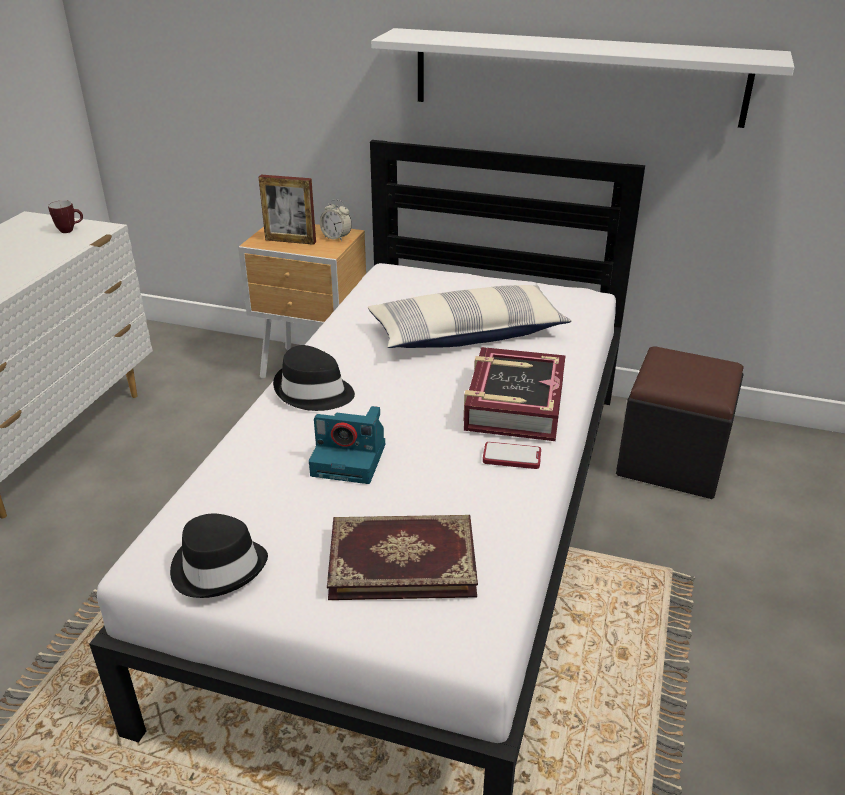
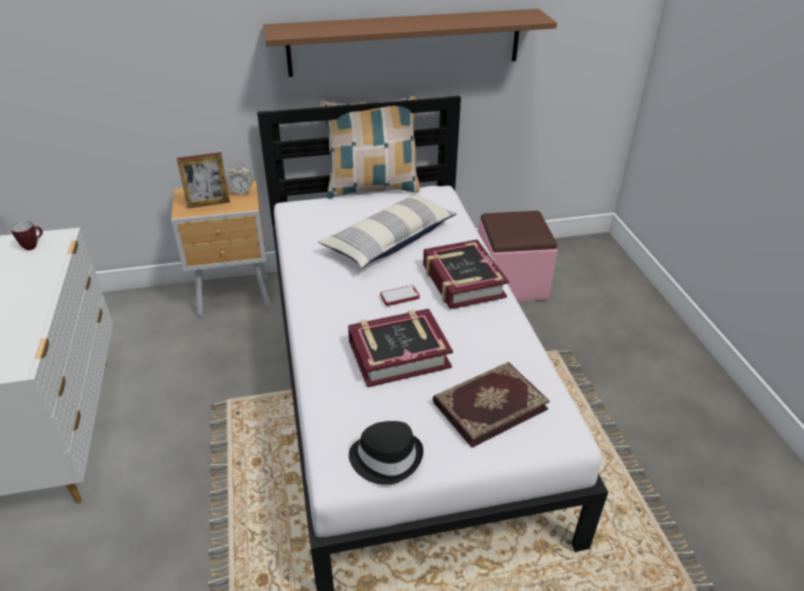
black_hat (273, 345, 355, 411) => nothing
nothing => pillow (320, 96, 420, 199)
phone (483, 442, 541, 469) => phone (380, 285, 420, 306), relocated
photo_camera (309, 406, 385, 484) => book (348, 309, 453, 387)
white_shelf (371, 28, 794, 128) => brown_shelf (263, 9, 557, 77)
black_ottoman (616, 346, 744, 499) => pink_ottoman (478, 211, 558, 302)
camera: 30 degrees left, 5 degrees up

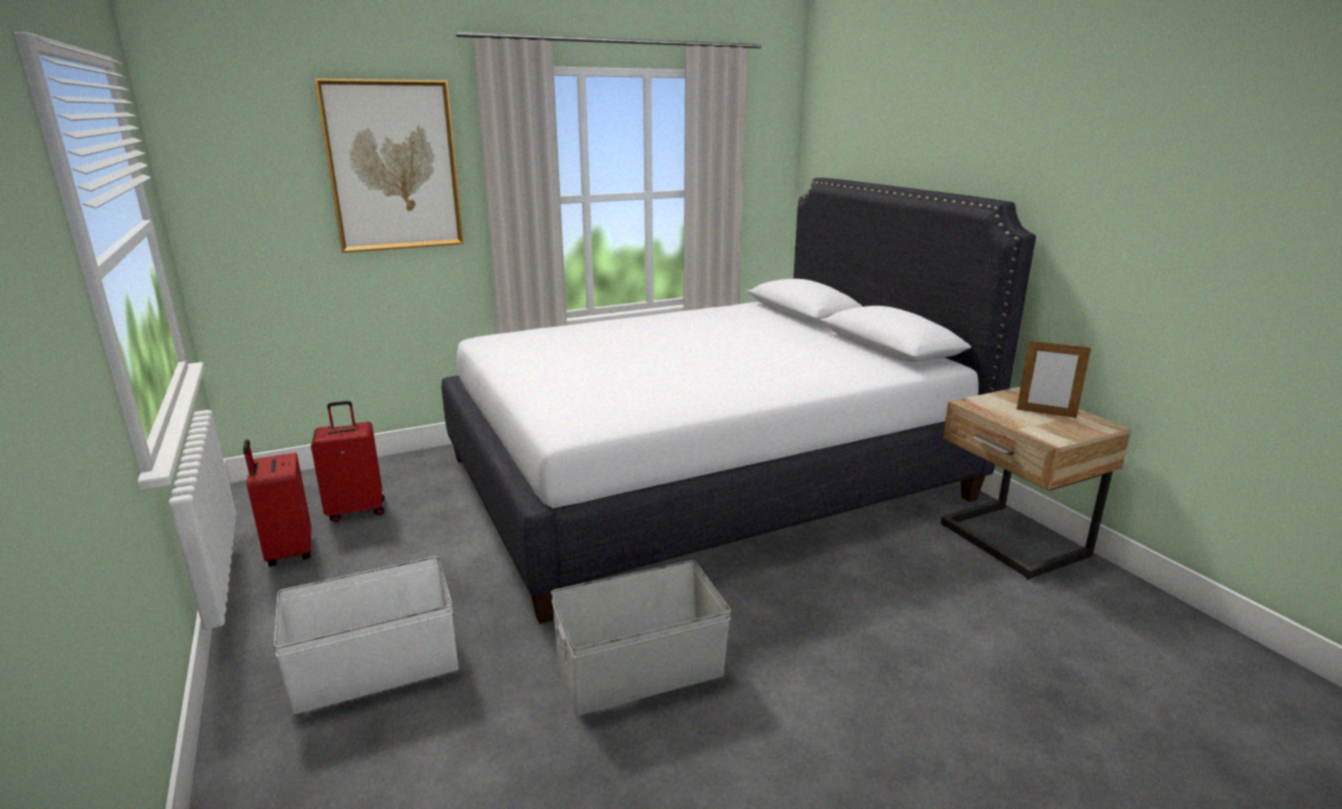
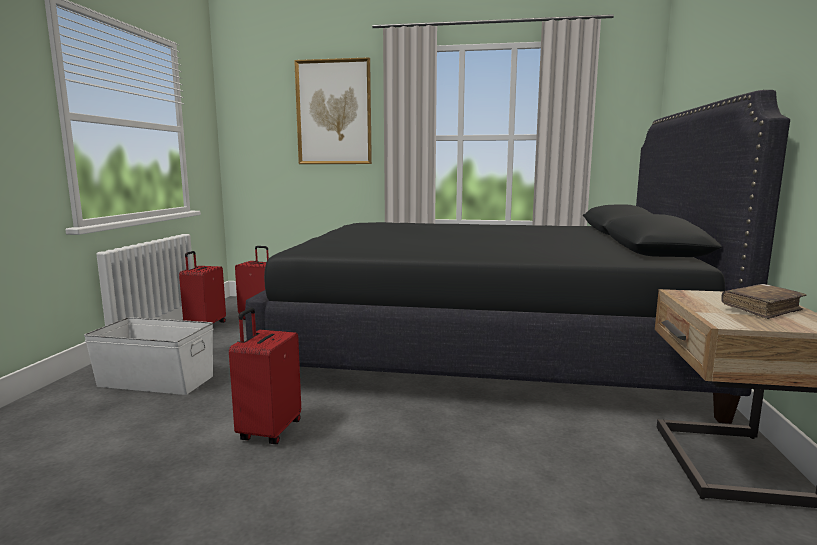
grey_storage_box (551, 560, 731, 716) => red_suitcase (229, 308, 301, 444)
picture_frame (1017, 339, 1091, 418) => brown_book (721, 284, 806, 319)
white_bed (442, 178, 1036, 624) => black_bed (245, 90, 790, 424)
camera: 35 degrees right, 10 degrees down

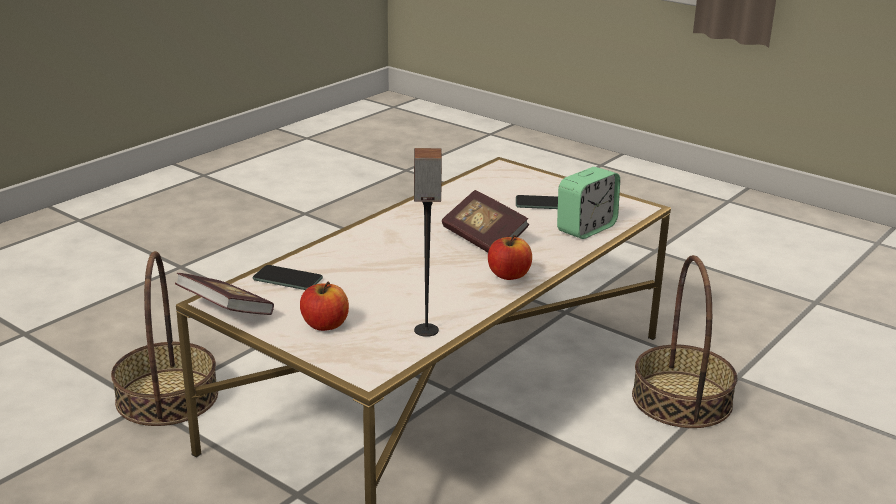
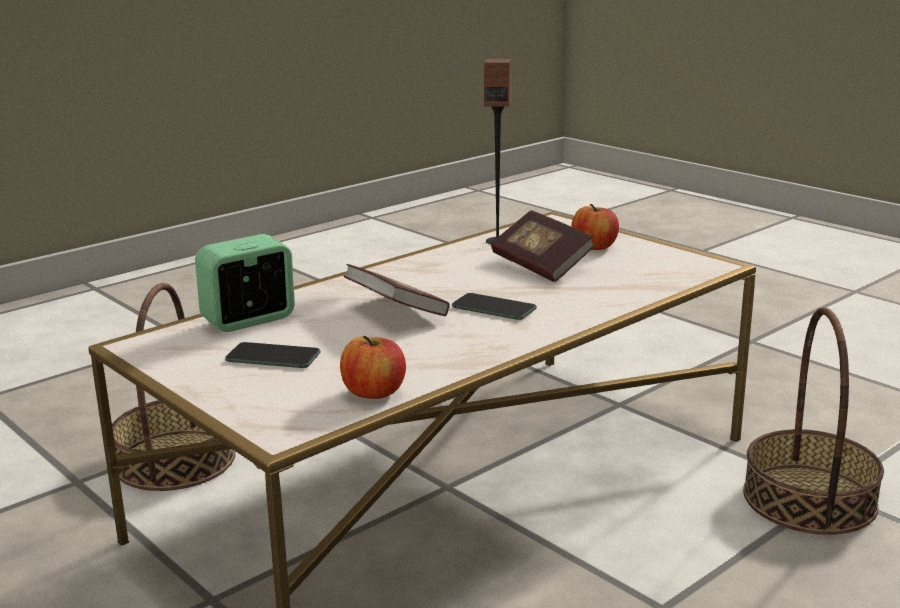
book (175, 273, 274, 315) => book (491, 210, 595, 282), relocated
phone (253, 265, 323, 290) => phone (452, 293, 537, 320), relocated
apple (488, 235, 532, 280) => apple (340, 336, 406, 399), relocated
camera: 170 degrees left, 5 degrees down

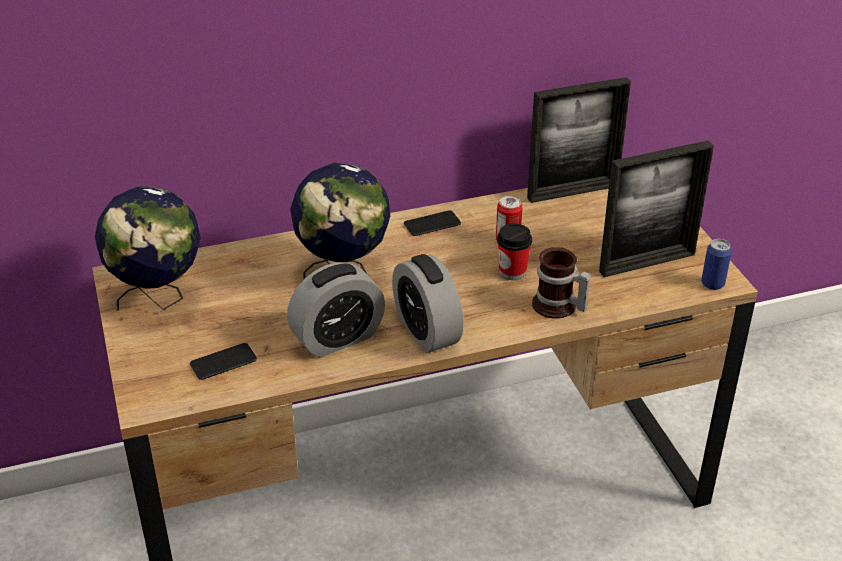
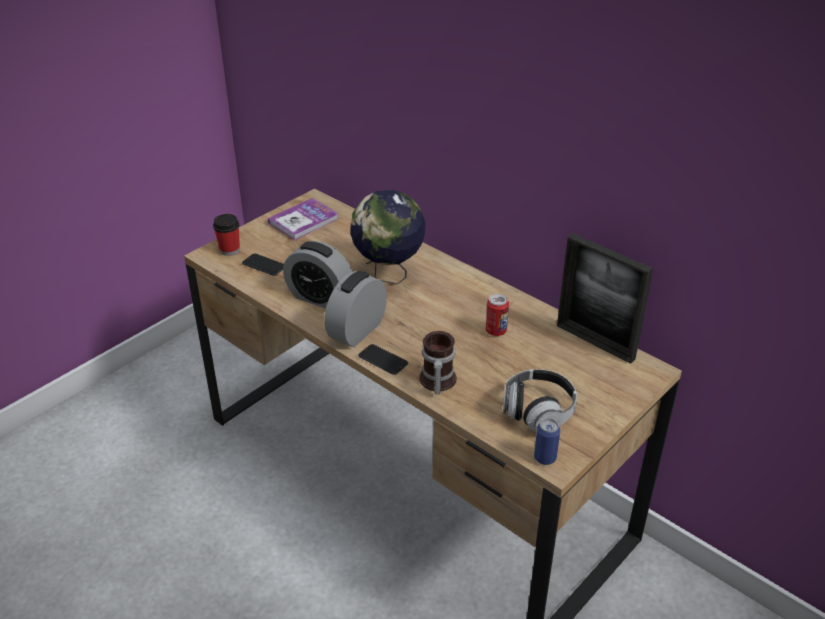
phone (404, 210, 461, 236) => phone (358, 344, 408, 375), relocated
cup (497, 224, 532, 280) => cup (213, 214, 240, 256), relocated
globe (95, 186, 201, 311) => book (268, 198, 339, 240)
picture_frame (599, 140, 714, 277) => headphones (503, 369, 577, 431)
camera: 60 degrees right, 0 degrees up

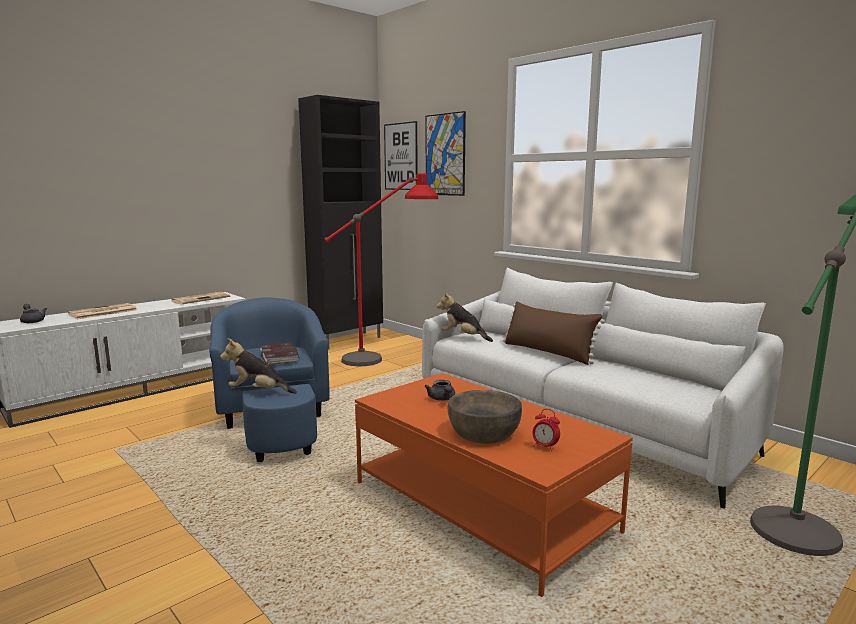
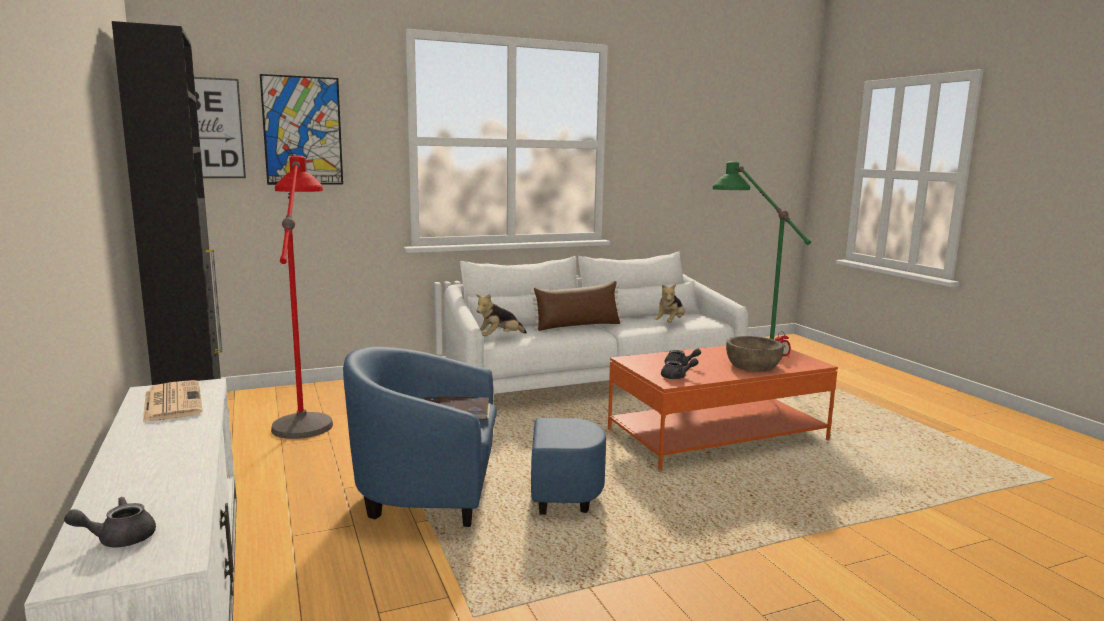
newspaper (68, 303, 137, 319) => nothing
nothing => grey_teapot (661, 358, 699, 379)
plush_toy (220, 338, 297, 394) => plush_toy (654, 284, 685, 323), relocated
camera: 70 degrees left, 0 degrees up

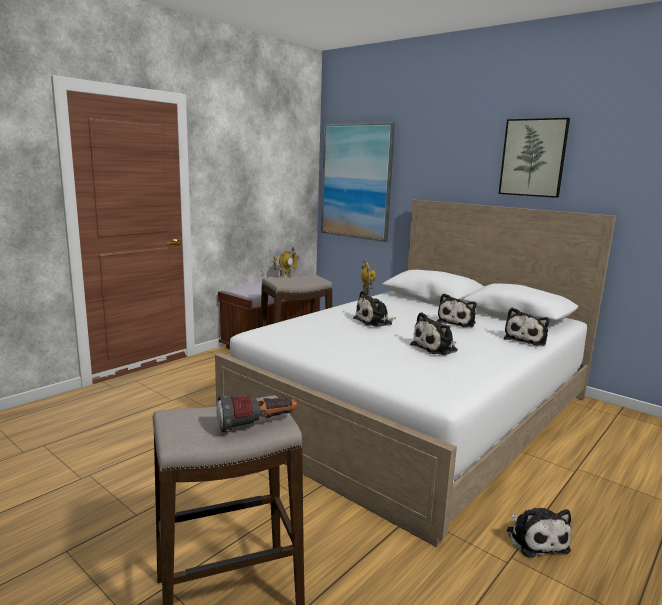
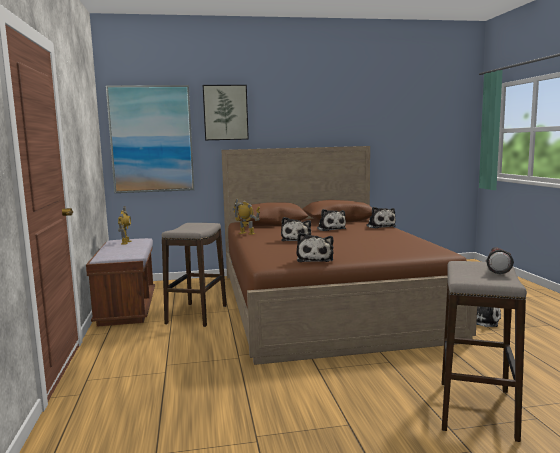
plush_toy (410, 312, 458, 355) => plush_toy (296, 233, 333, 262), relocated
picture (499, 118, 570, 198) => picture (203, 85, 249, 140), relocated
white_bed (215, 200, 616, 547) => brown_bed (221, 146, 477, 365)
camera: 50 degrees left, 5 degrees down

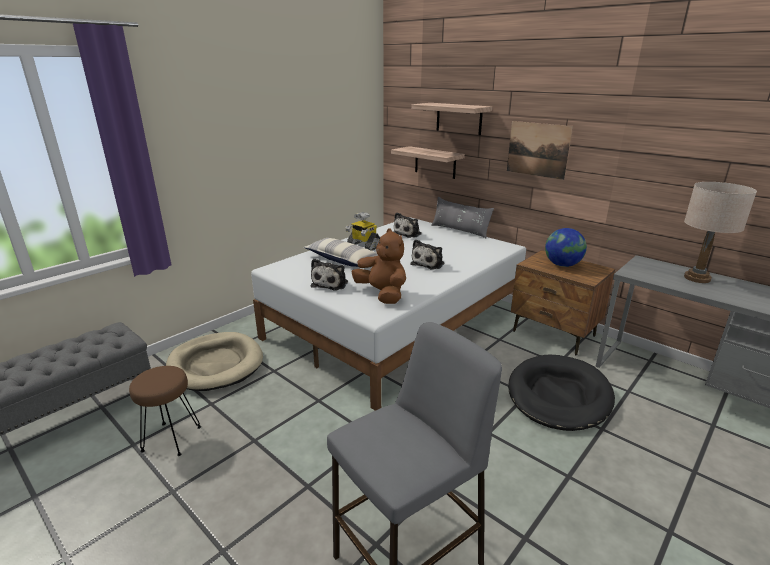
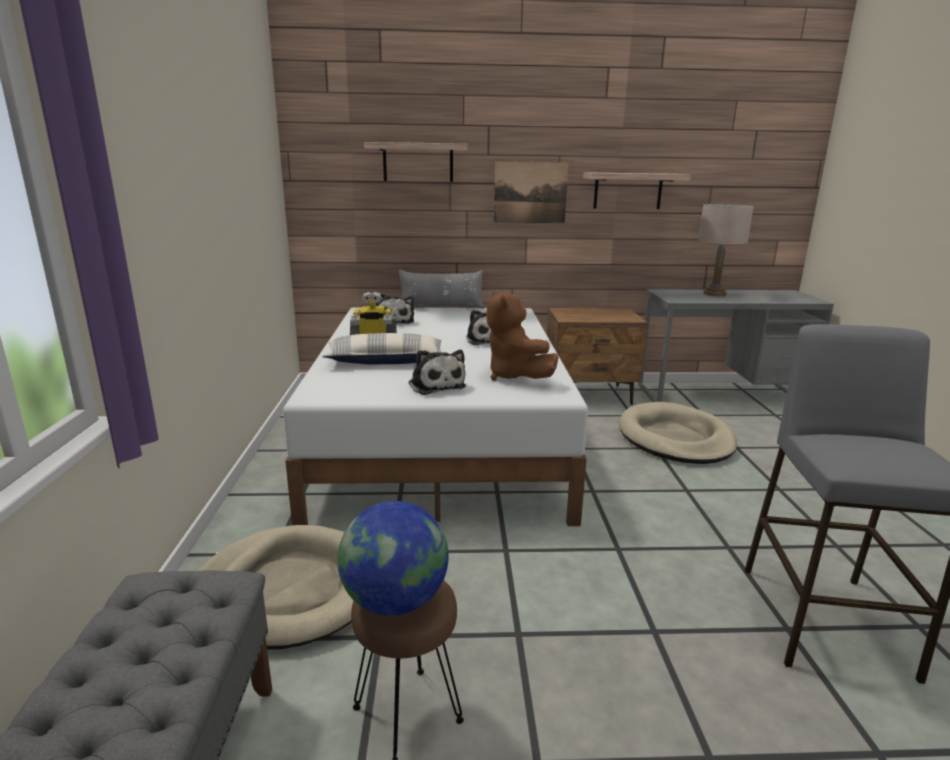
shelf (391, 146, 465, 179) => shelf (583, 172, 691, 209), relocated
globe (545, 228, 587, 267) => globe (337, 501, 449, 616), relocated
black_dog_bed (508, 355, 615, 431) => beige_dog_bed (619, 402, 737, 464)
brown_plush_toy (351, 228, 406, 304) => brown_plush_toy (486, 290, 559, 381), 120 degrees counterclockwise
camera: 45 degrees left, 5 degrees down

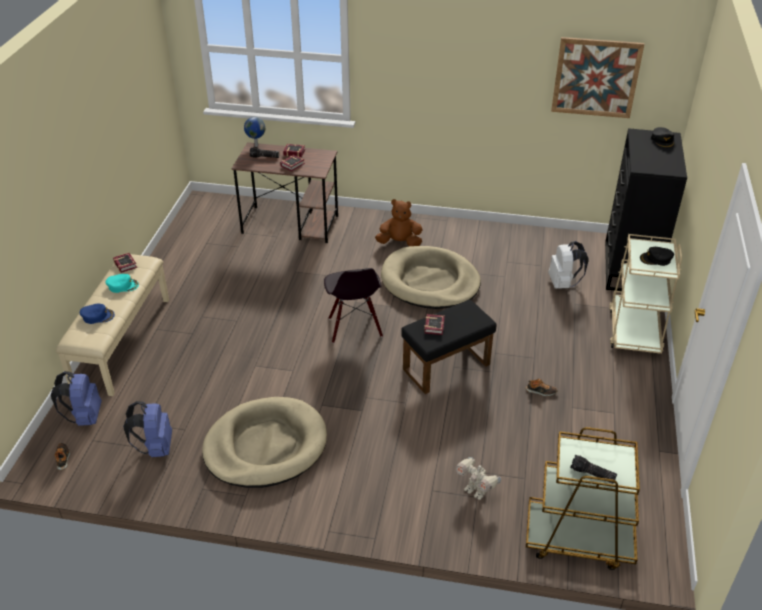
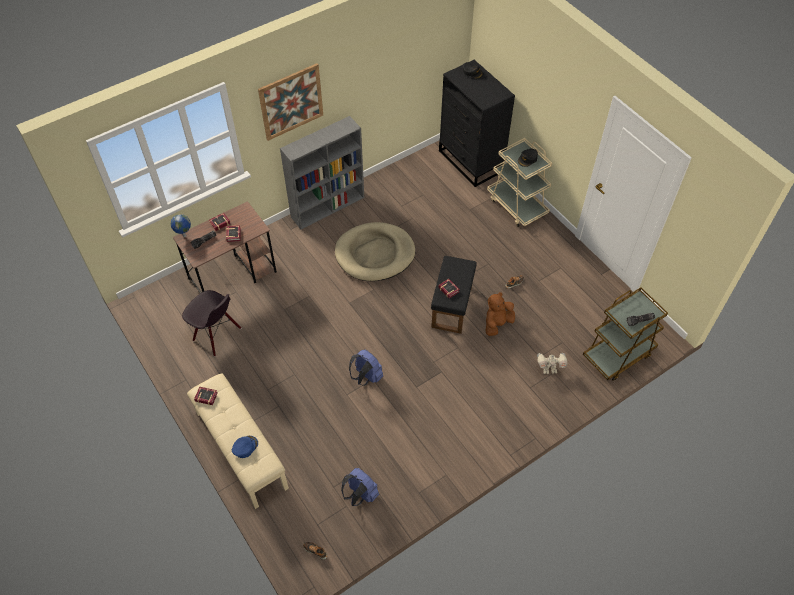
turquoise_cap (105, 274, 139, 293) => nothing
beige_dog_bed (202, 397, 327, 488) => nothing
white_backpack (548, 241, 589, 289) => nothing
nothing => grey_bookcase (280, 116, 364, 229)
blue_backpack (51, 371, 102, 426) => blue_backpack (349, 349, 383, 386), relocated
black_chair (324, 268, 383, 343) => black_chair (182, 290, 241, 356), relocated
brown_plush_toy (375, 199, 423, 246) => brown_plush_toy (486, 292, 515, 336), relocated
picture (551, 37, 644, 118) => picture (258, 63, 323, 141), relocated
camera: 45 degrees left, 15 degrees up

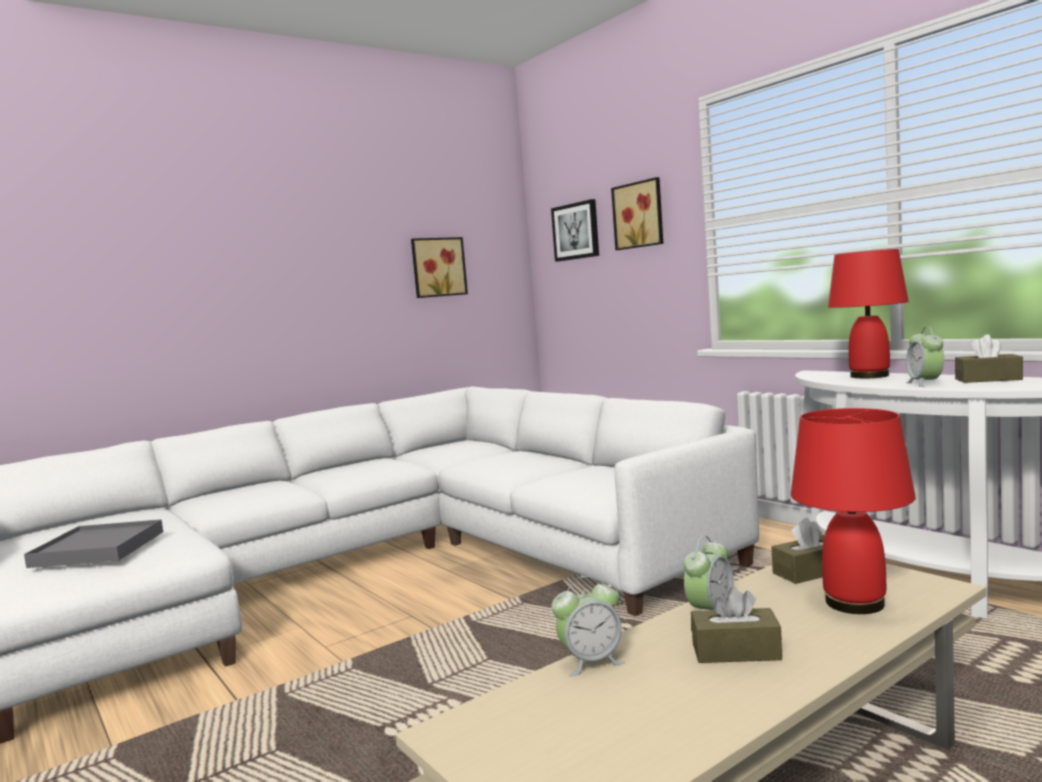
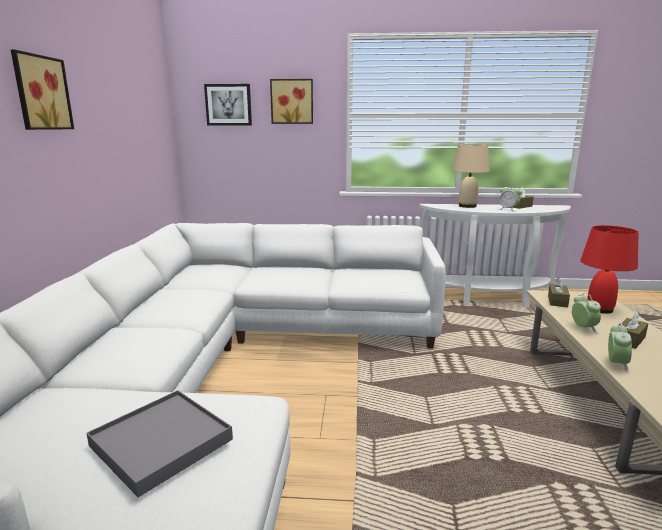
picture (411, 237, 468, 298) => picture (11, 50, 74, 130), relocated
red_table_lamp (828, 249, 909, 378) => beige_table_lamp (452, 144, 490, 208)
camera: 50 degrees left, 10 degrees up

